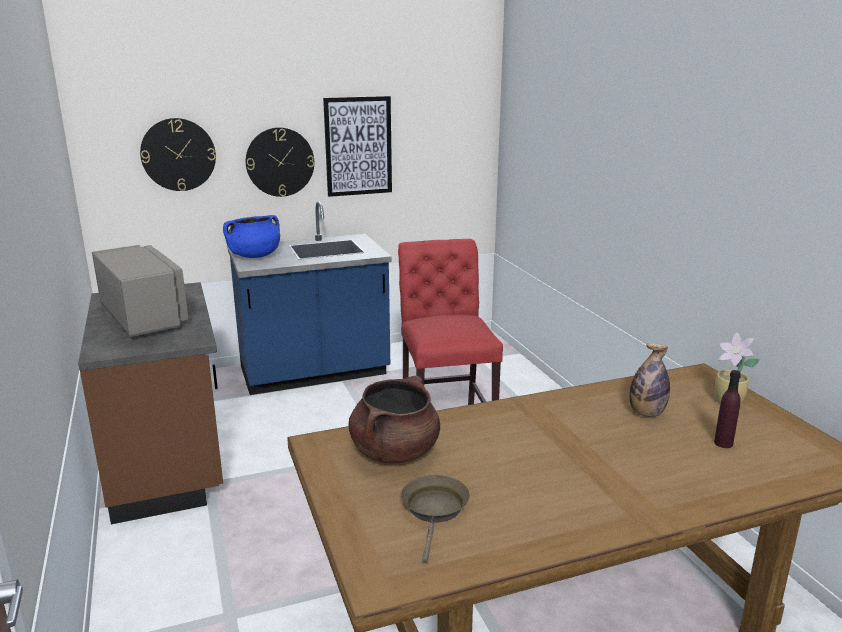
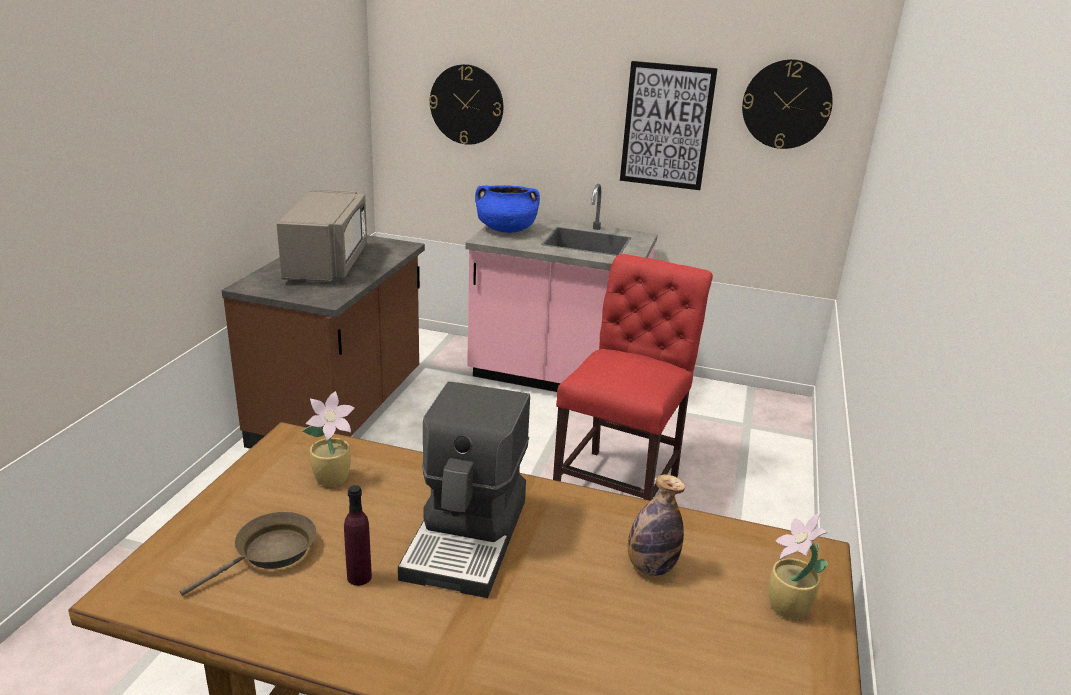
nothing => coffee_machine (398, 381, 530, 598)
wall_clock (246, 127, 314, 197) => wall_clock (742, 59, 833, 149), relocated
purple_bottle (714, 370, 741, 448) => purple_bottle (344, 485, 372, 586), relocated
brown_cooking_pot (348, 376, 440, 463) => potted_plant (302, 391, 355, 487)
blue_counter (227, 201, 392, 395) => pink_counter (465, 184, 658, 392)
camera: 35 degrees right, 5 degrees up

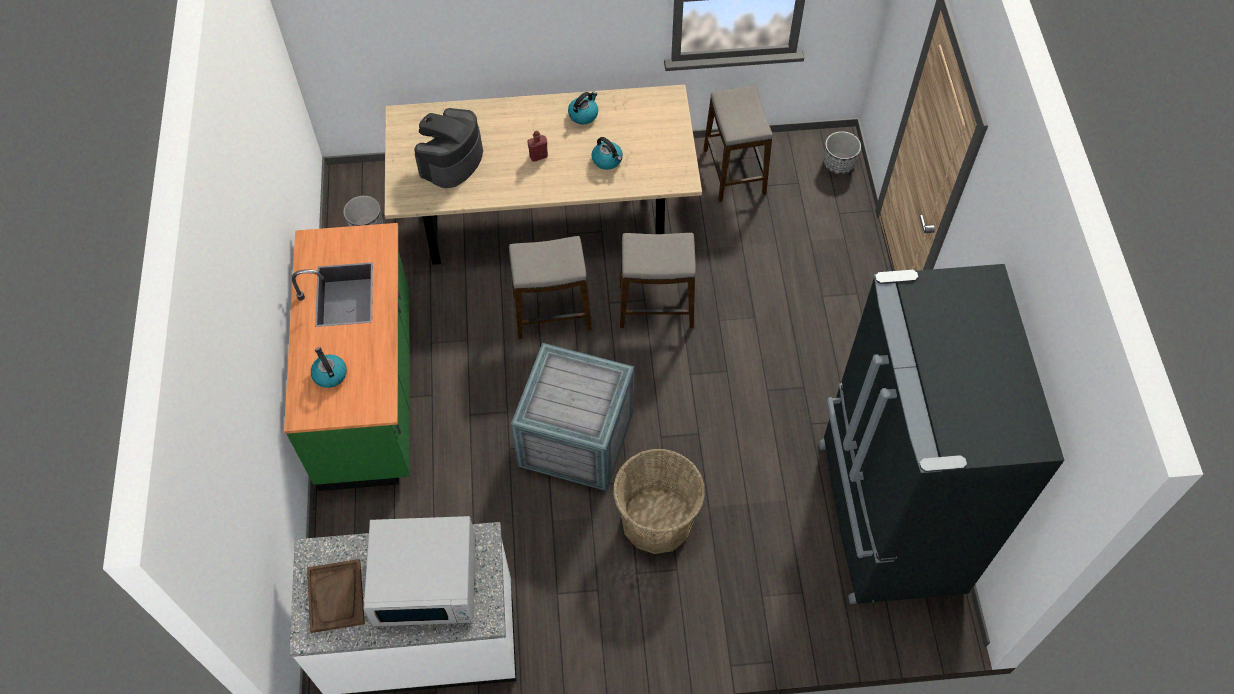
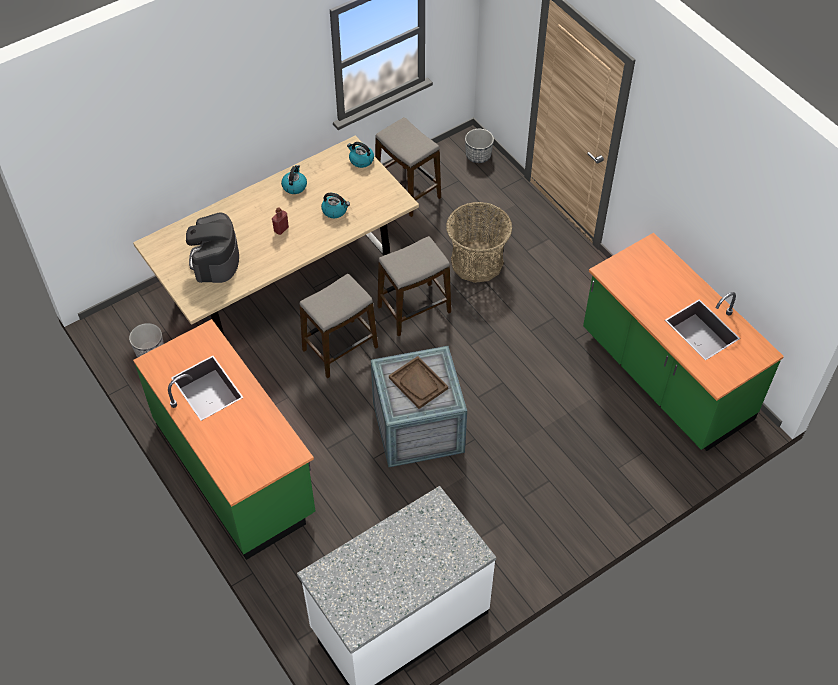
white_microwave (364, 516, 476, 626) => nothing
brown_tray (307, 559, 365, 633) => brown_tray (389, 356, 448, 409), relocated
kettle (311, 347, 347, 388) => kettle (347, 142, 374, 168), relocated
basket (613, 449, 705, 554) => basket (446, 202, 513, 283), relocated
black_fridge (819, 264, 1064, 604) => green_counter (583, 233, 784, 451)
camera: 30 degrees left, 5 degrees down

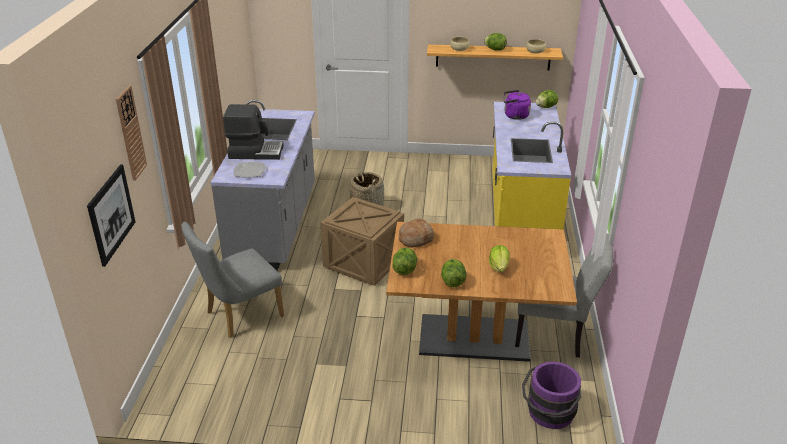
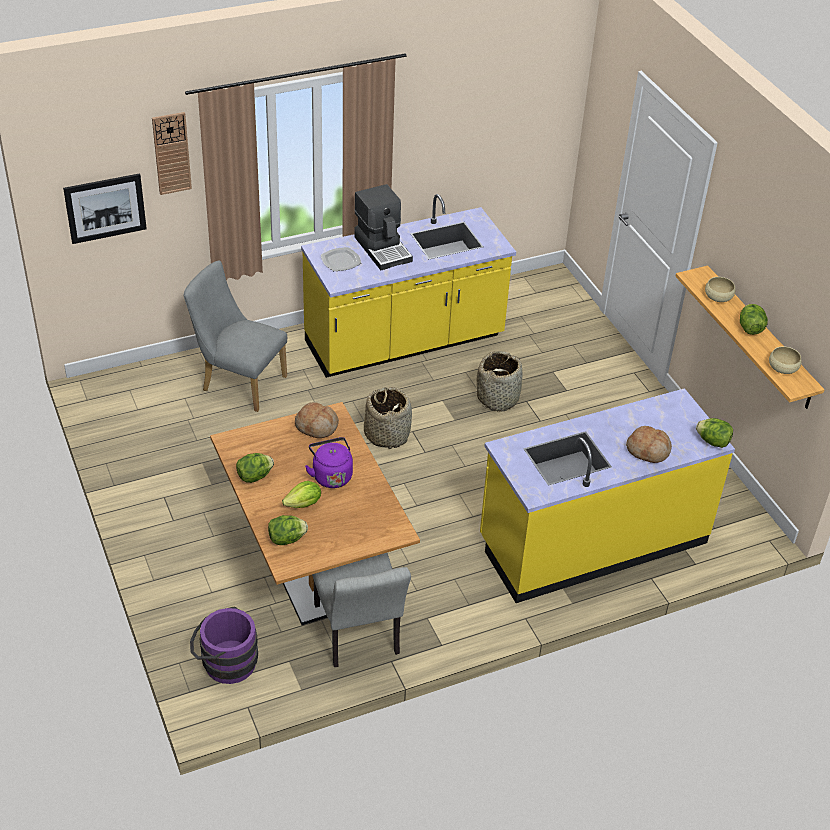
nothing => bread (626, 426, 672, 463)
lettuce (392, 247, 417, 275) => lettuce (268, 515, 308, 545), relocated
purple_kettle (504, 90, 531, 120) => purple_kettle (305, 437, 353, 488), relocated
crate (320, 197, 404, 286) => basket (364, 387, 412, 449)
grey_counter (211, 100, 315, 271) => yellow_counter (301, 194, 516, 378)
camera: 60 degrees right, 10 degrees up

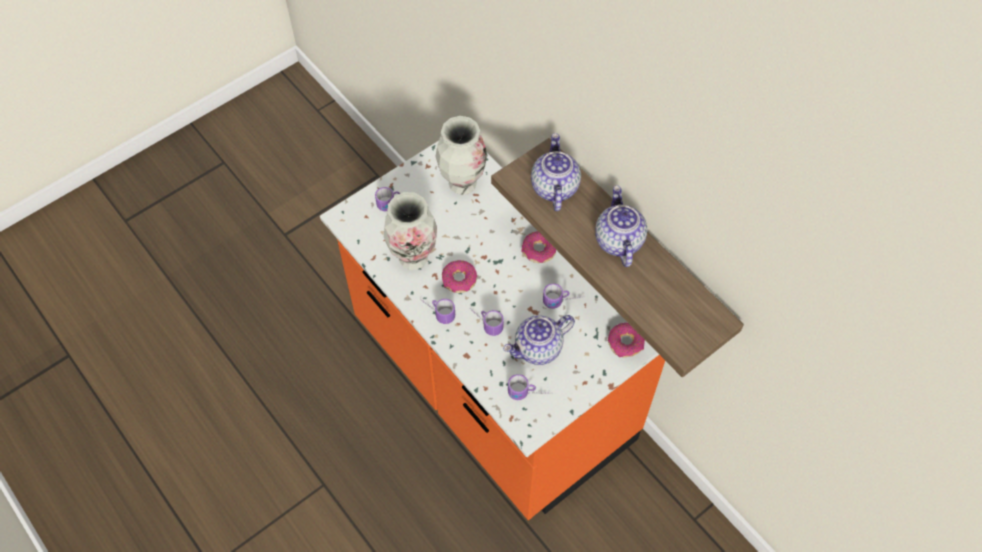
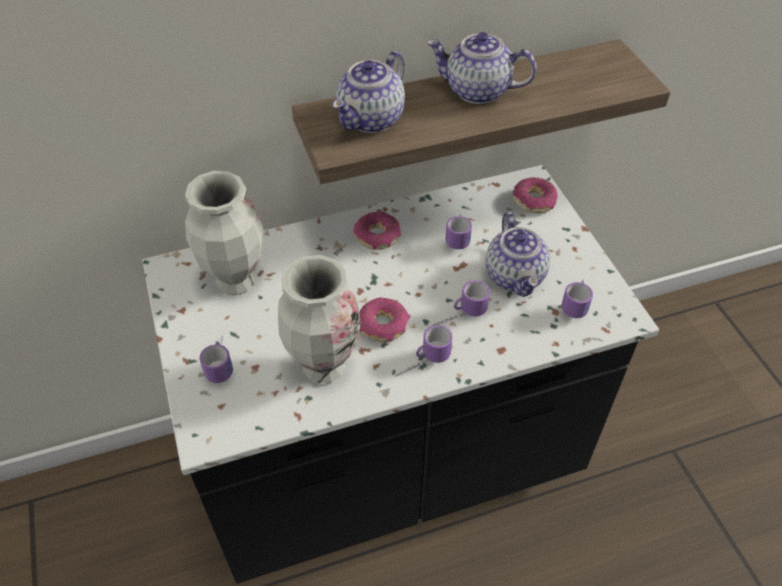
orange_counter (320, 141, 665, 520) => black_counter (142, 165, 659, 584)
teapot (531, 133, 581, 211) => teapot (332, 51, 405, 133), 75 degrees counterclockwise
camera: 70 degrees left, 10 degrees down

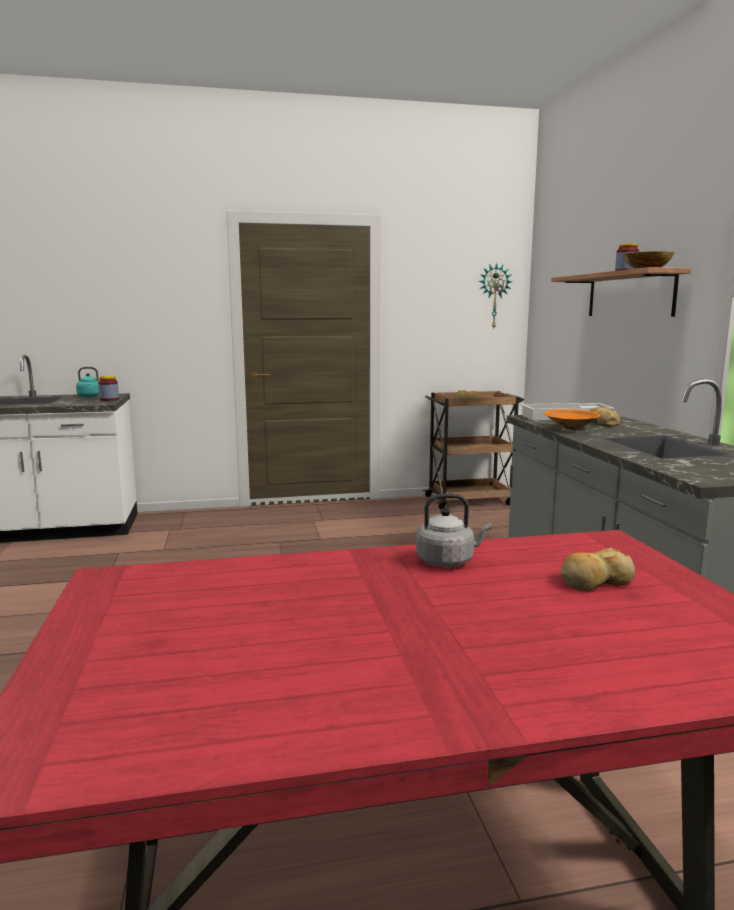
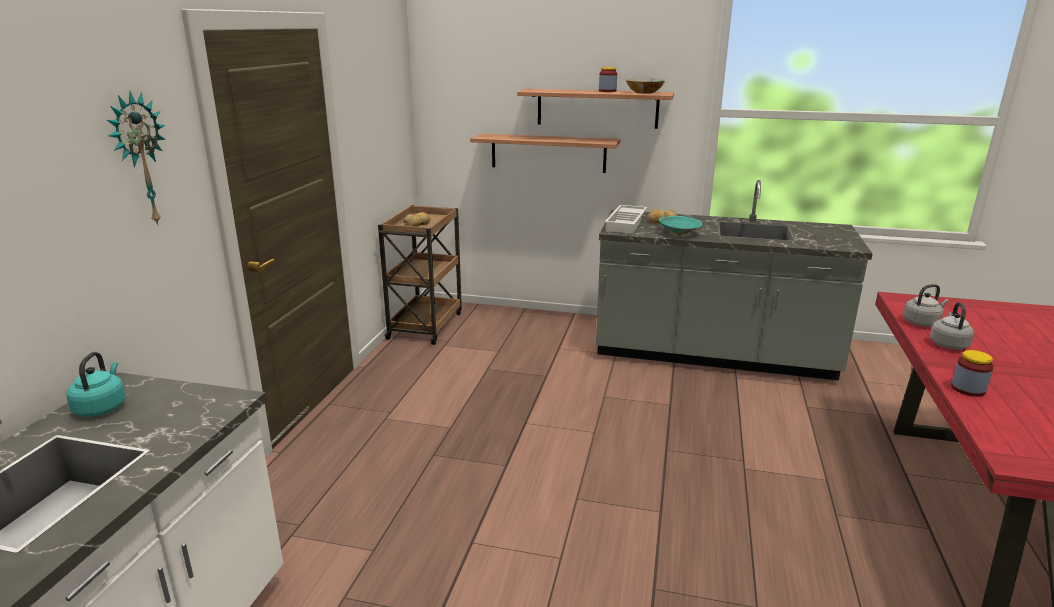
bread (561, 548, 635, 591) => nothing
nothing => shelf (470, 133, 620, 173)
nothing => grey_kettle (903, 284, 949, 327)
jar (98, 376, 119, 401) => jar (951, 350, 994, 397), relocated
wall_clock (479, 263, 512, 328) => wall_clock (107, 91, 166, 226), relocated
orange_bowl (544, 409, 600, 430) => turquoise_bowl (659, 216, 703, 235)
camera: 65 degrees left, 10 degrees up

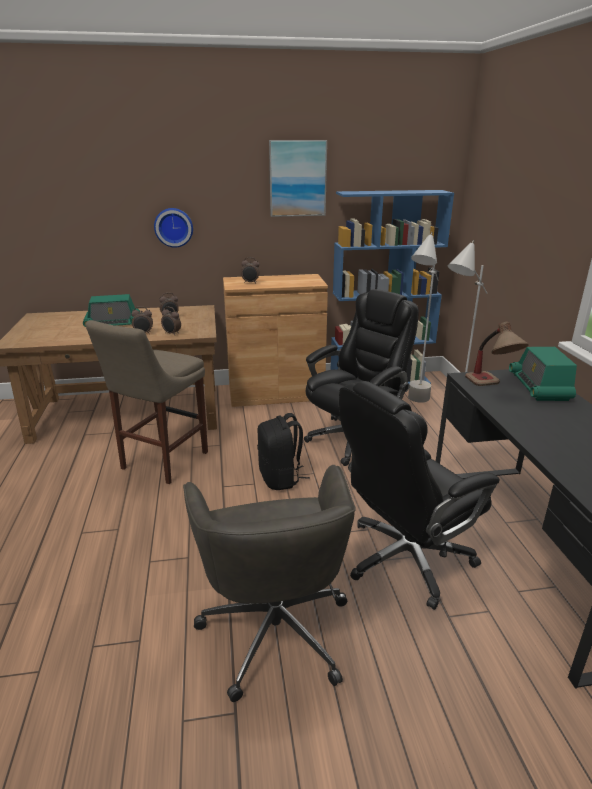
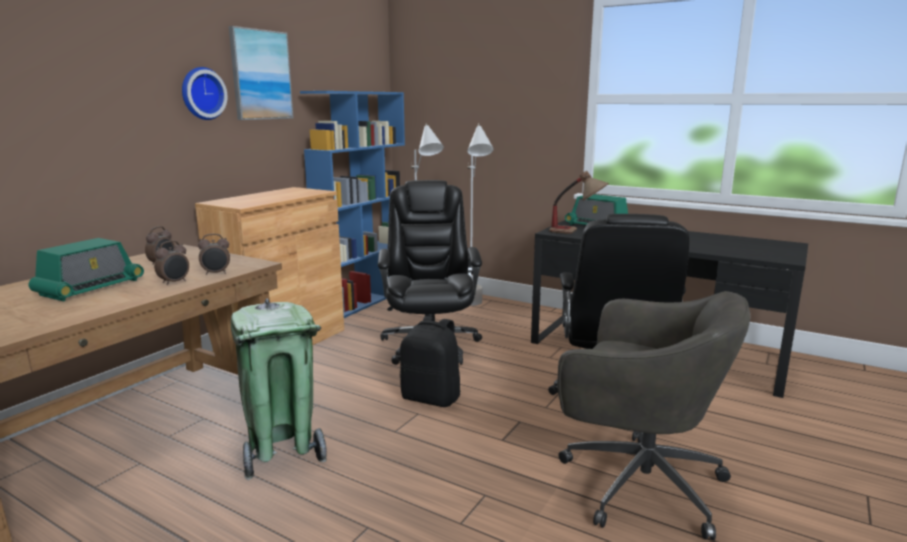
alarm_clock (241, 257, 260, 284) => nothing
wall_clock (154, 208, 193, 248) => wall_clock (182, 67, 227, 120), relocated
beige_stool (86, 320, 208, 484) => green_trash_can (231, 298, 327, 480)
camera: 50 degrees left, 10 degrees down

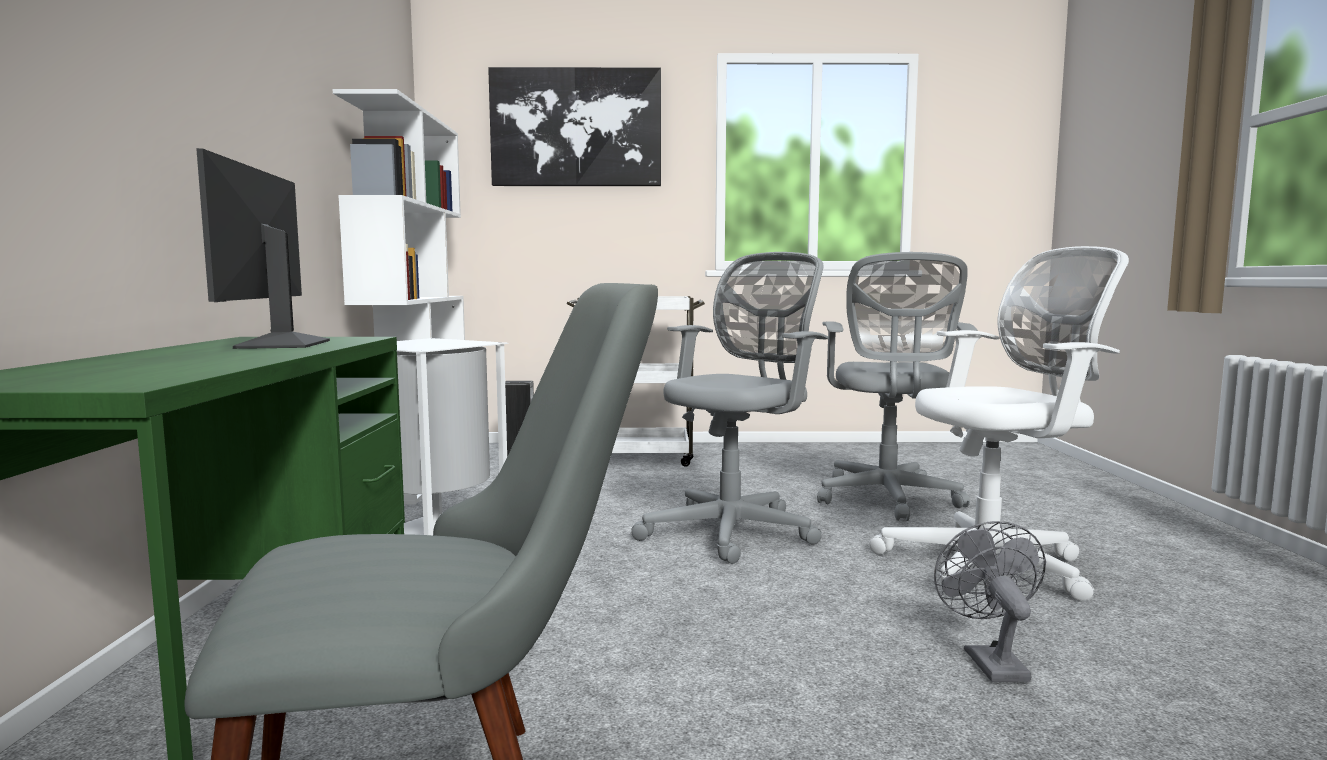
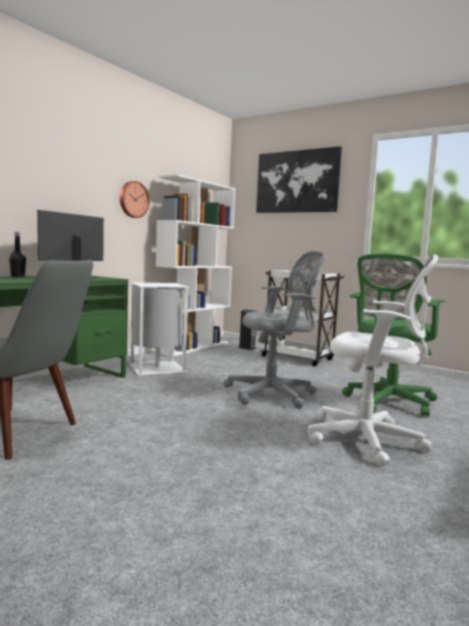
grey_fan (934, 521, 1046, 682) => nothing
nothing => black_bottle (9, 232, 26, 278)
nothing => wall_clock (120, 181, 150, 218)
grey_office_chair (817, 252, 978, 521) => green_office_chair (342, 253, 446, 417)
camera: 35 degrees right, 0 degrees up

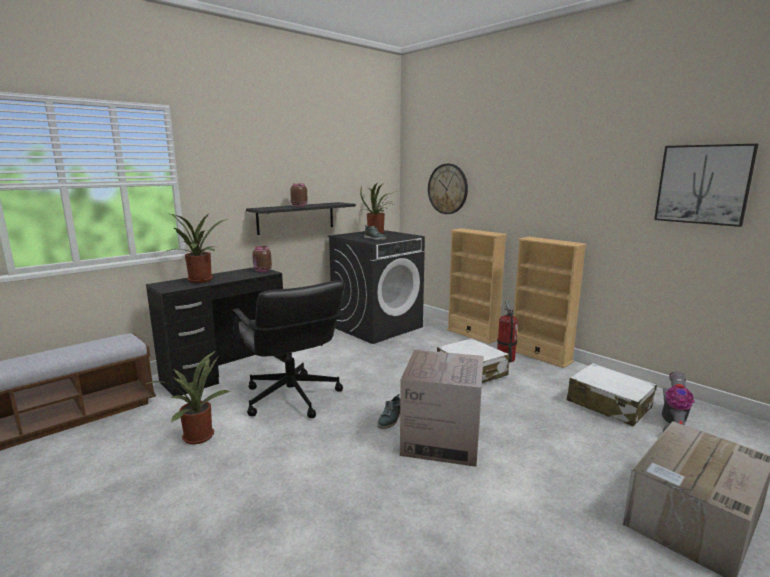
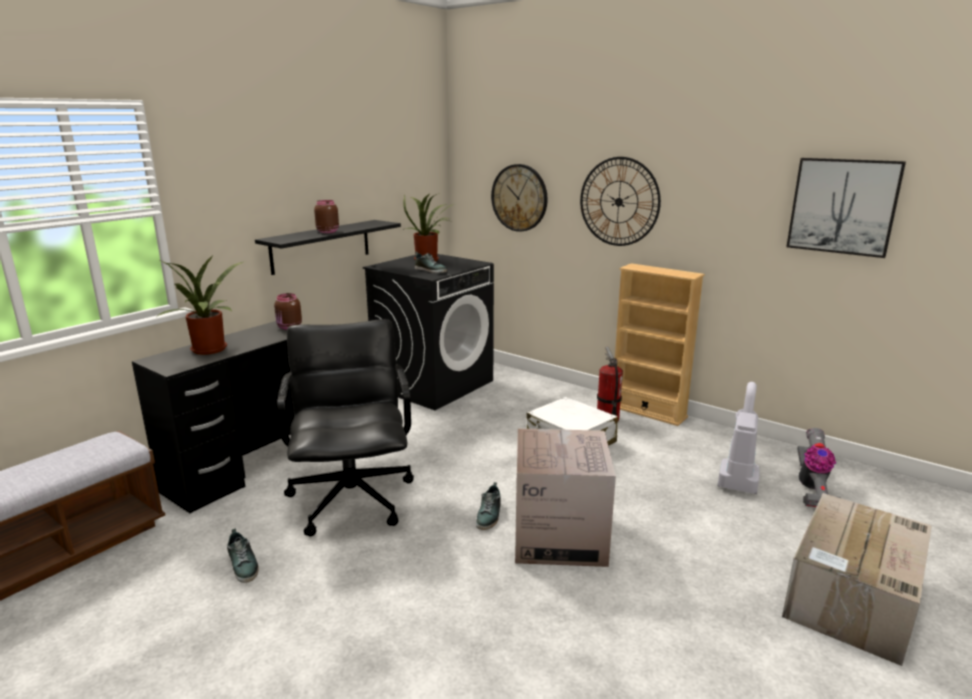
beige_bookcase (447, 228, 507, 344) => nothing
nothing => wall_clock (580, 157, 661, 246)
potted_plant (146, 351, 231, 444) => shoe (227, 529, 258, 583)
white_suitcase (567, 363, 657, 426) => vacuum_cleaner (718, 382, 759, 494)
black_office_chair (232, 280, 345, 418) => black_office_chair (277, 319, 414, 536), 150 degrees counterclockwise
camera: 10 degrees left, 5 degrees up

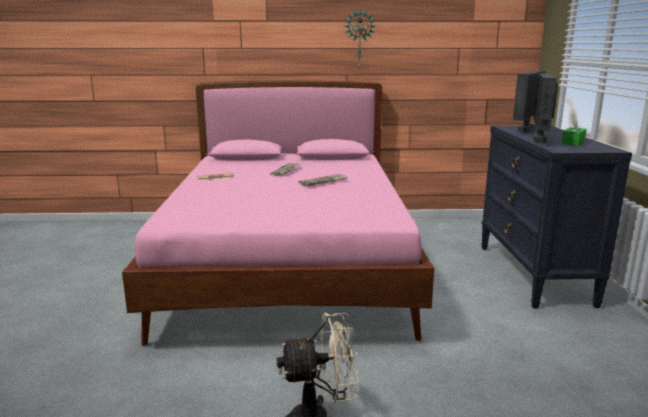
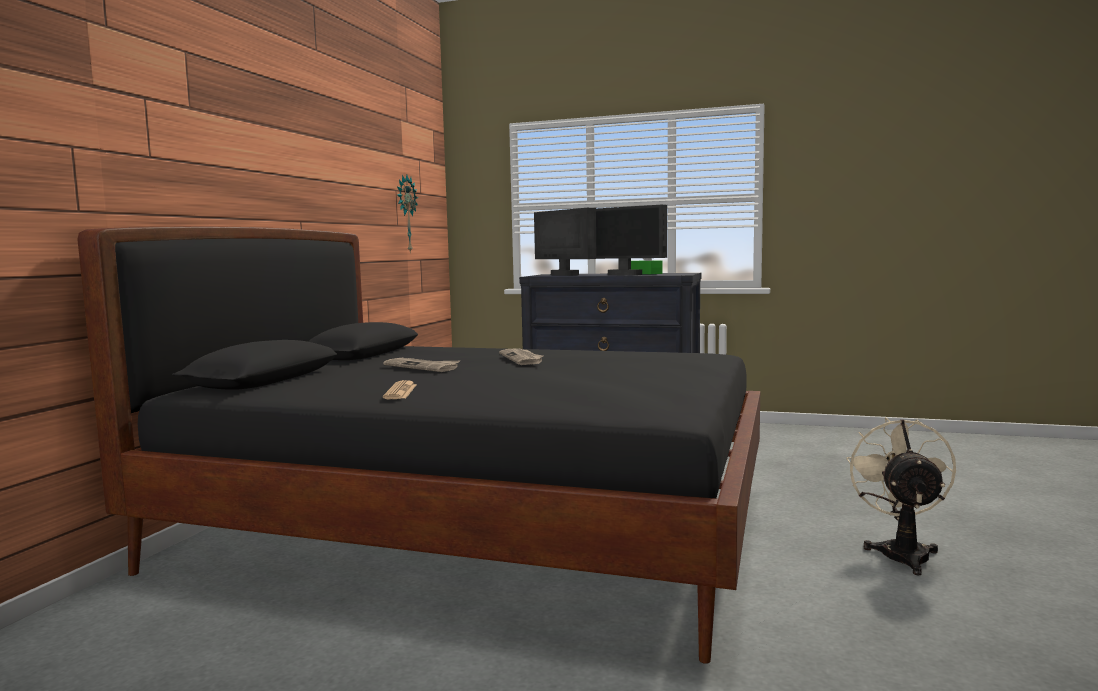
wall_clock (345, 9, 375, 69) => wall_clock (397, 175, 418, 253), relocated
pink_bed (122, 80, 434, 346) => black_bed (77, 226, 760, 664)
camera: 70 degrees left, 10 degrees down

